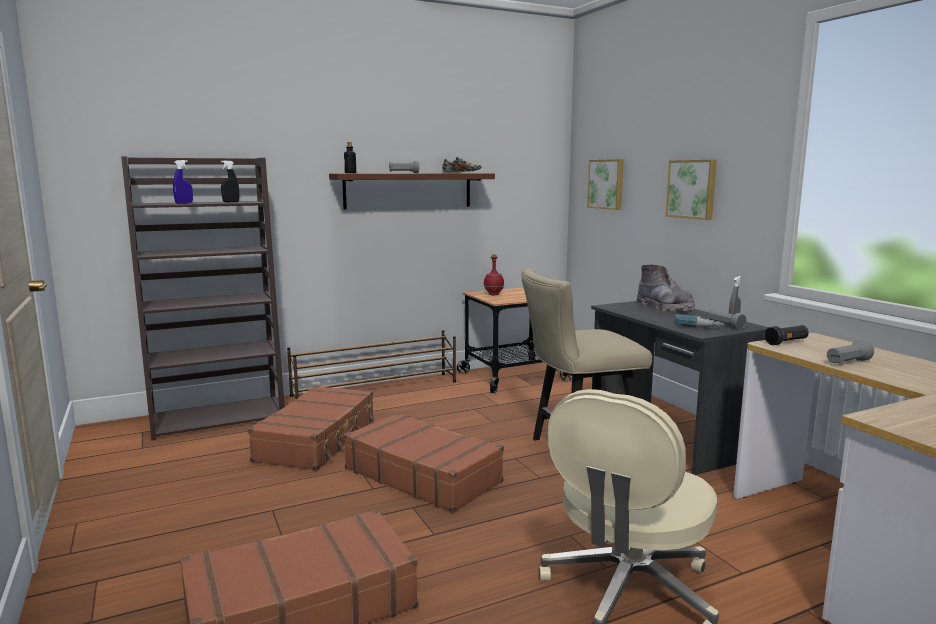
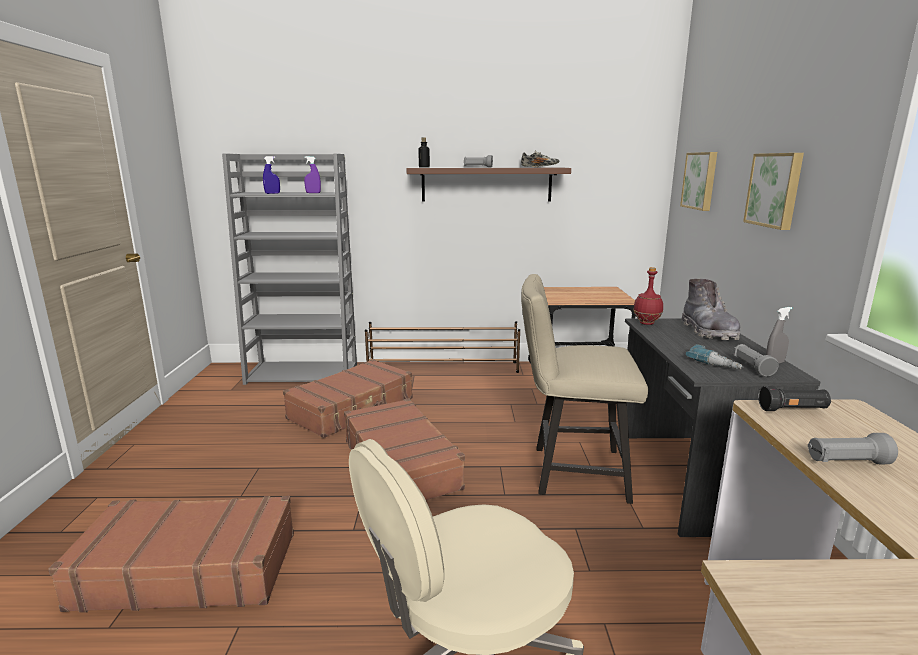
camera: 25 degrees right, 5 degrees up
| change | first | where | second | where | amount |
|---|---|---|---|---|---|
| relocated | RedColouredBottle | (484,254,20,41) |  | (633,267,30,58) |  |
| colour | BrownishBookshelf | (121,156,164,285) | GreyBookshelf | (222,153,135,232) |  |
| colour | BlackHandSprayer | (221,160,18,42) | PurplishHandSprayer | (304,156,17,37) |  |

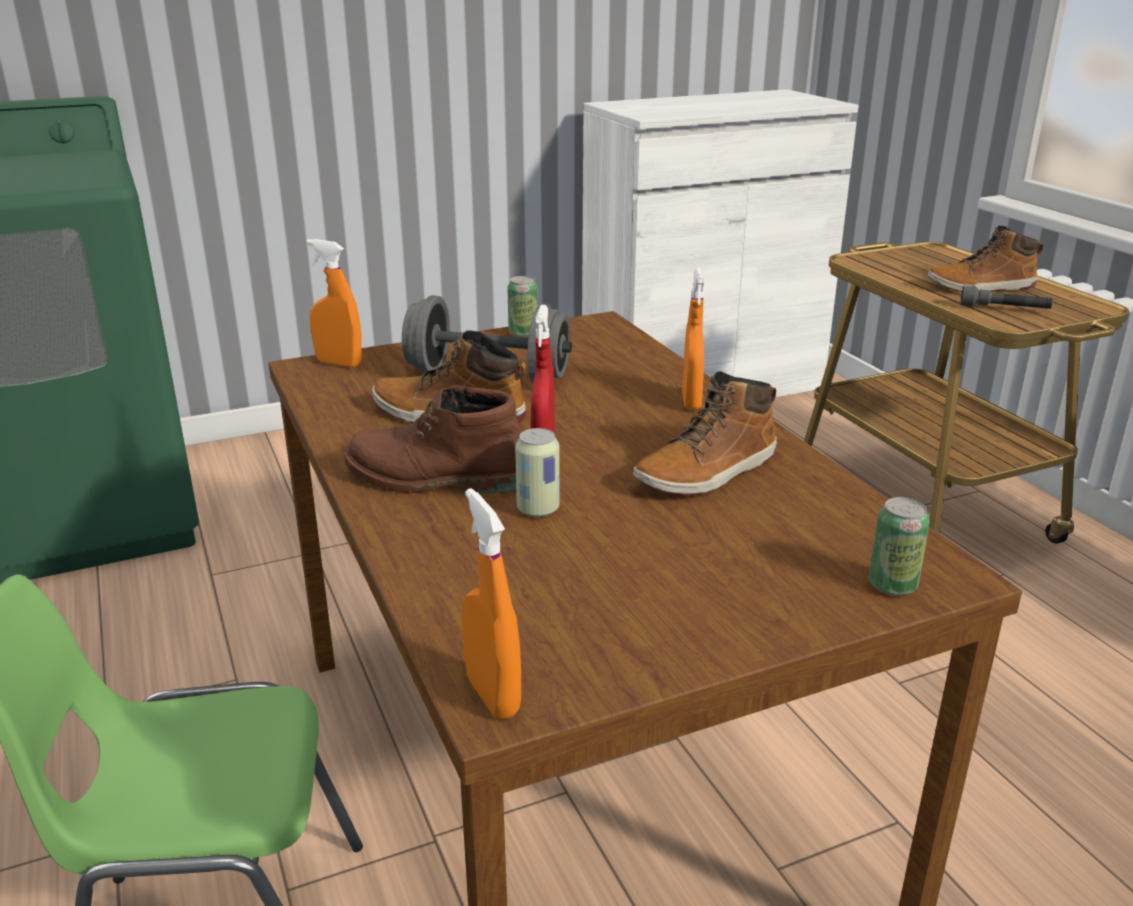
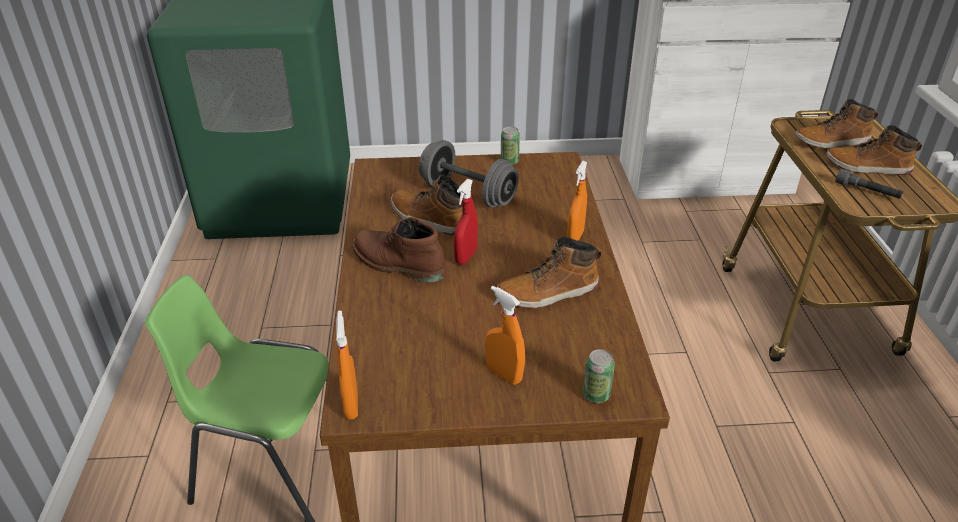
camera: 20 degrees right, 10 degrees up
| change | first | where | second | where | amount |
|---|---|---|---|---|---|
| missing | Can | (515,428,45,89) |  |  |  |
| appeared |  |  | TallBoot | (796,99,82,50) |  |
| relocated | OrangeyHandSprayer | (307,239,55,128) |  | (485,286,40,99) |  |

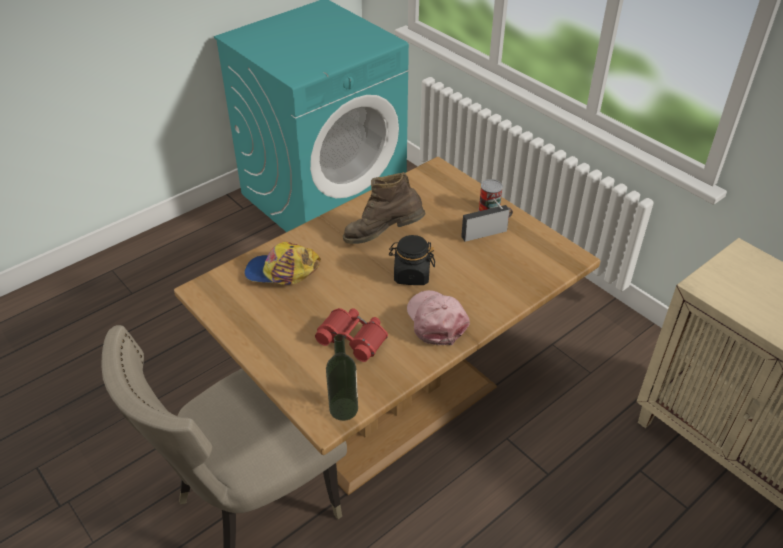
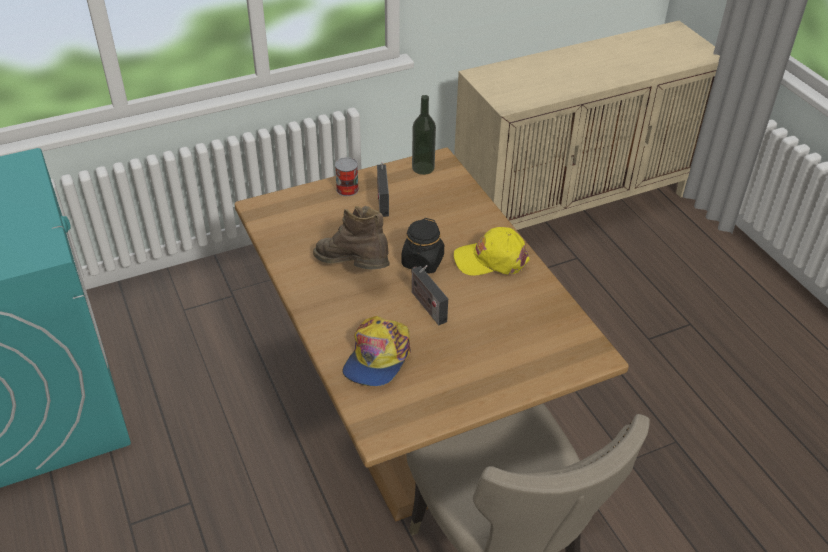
camera: 75 degrees left, 0 degrees up
| change | first | where | second | where | amount |
|---|---|---|---|---|---|
| missing | RedColouredFieldGlasses | (315,308,73,54) |  |  |  |
| appeared |  |  | RadioReceiver | (411,265,37,60) |  |
| relocated | Bottle | (326,334,32,87) |  | (412,95,24,80) |  |
| colour | PinkishCap | (407,290,63,55) | YellowishCap | (454,227,76,48) |  |
| spun | BrownishTallBoot | (343,172,83,72) |  | (313,206,76,64) | 120 degrees clockwise |

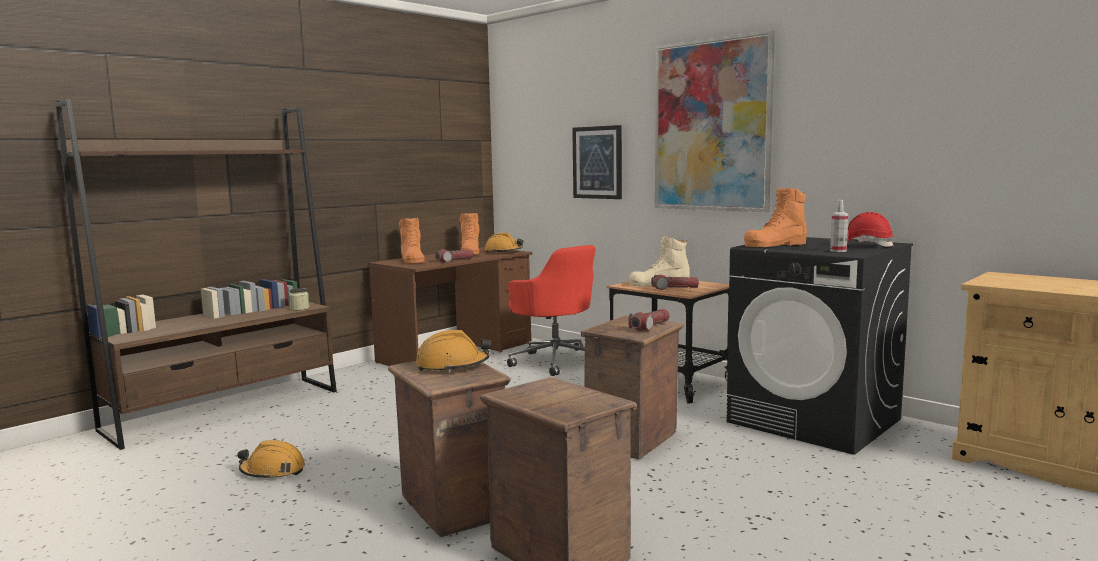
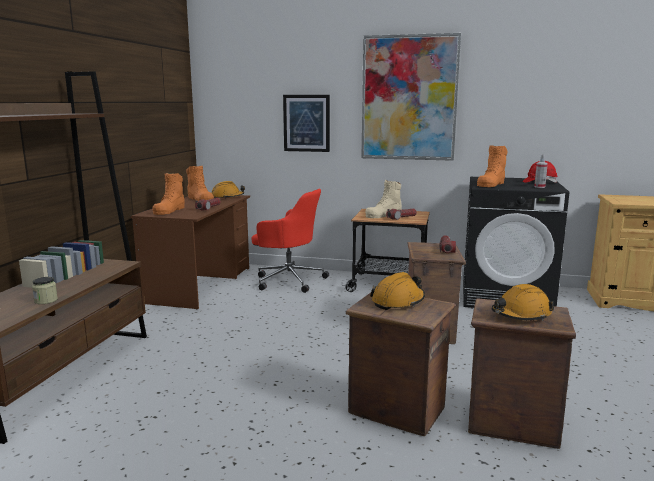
camera: 30 degrees left, 5 degrees up
| change | first | where | second | where | amount |
|---|---|---|---|---|---|
| relocated | OrangeyWorkHelmet | (237,440,68,40) |  | (491,284,63,37) |  |
| relocated | StorageJar | (289,288,20,22) |  | (32,277,26,27) |  |
| spun | OrangeyTallBoot | (399,218,26,45) |  | (152,173,33,42) | 60 degrees clockwise |

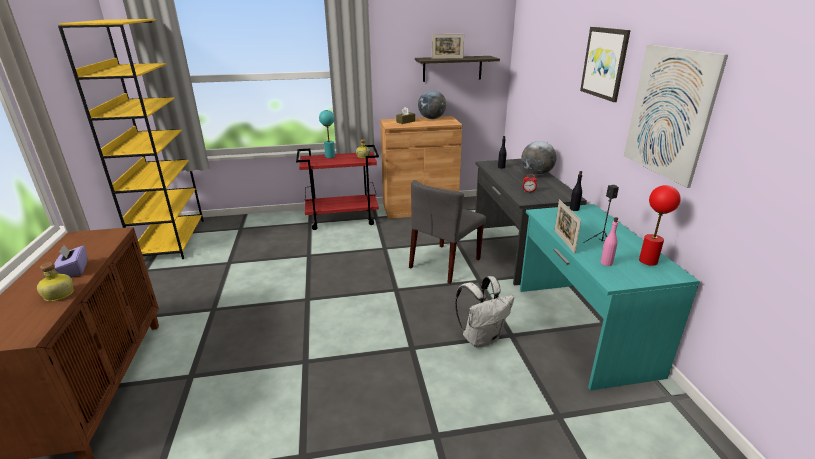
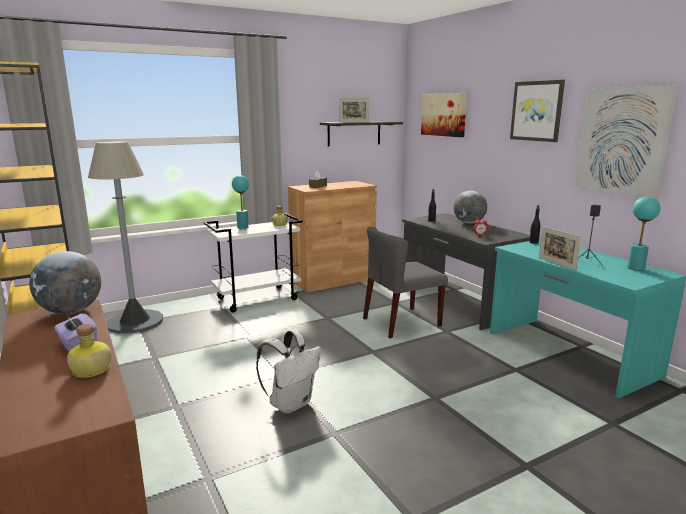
camera: 20 degrees left, 10 degrees down
| change | first | where | second | where | amount |
|---|---|---|---|---|---|
| missing | PinkishBottle | (601,217,17,49) |  |  |  |
| appeared |  |  | GreyStandardLamp | (88,141,75,193) |  |
| appeared |  |  | WallArt | (421,93,46,44) |  |
| relocated | Globe | (418,90,28,29) |  | (29,251,72,63) |  |
| relocated | WhiteKnapsack | (455,276,59,72) |  | (256,330,65,84) |  |
| colour | RedColouredTrolley | (296,145,83,85) | WhiteTrolley | (204,213,99,99) |  |
| colour | RedColouredTableLamp | (639,185,42,81) | TurquoiseColouredTableLamp | (627,197,33,74) |  |
| spun | GreyPlainChair | (409,180,77,104) |  | (363,227,85,111) | 45 degrees clockwise |

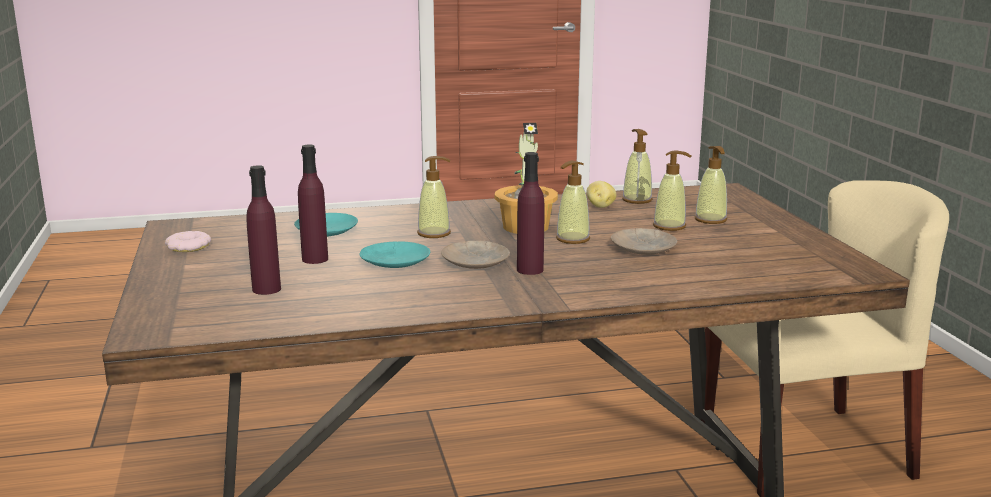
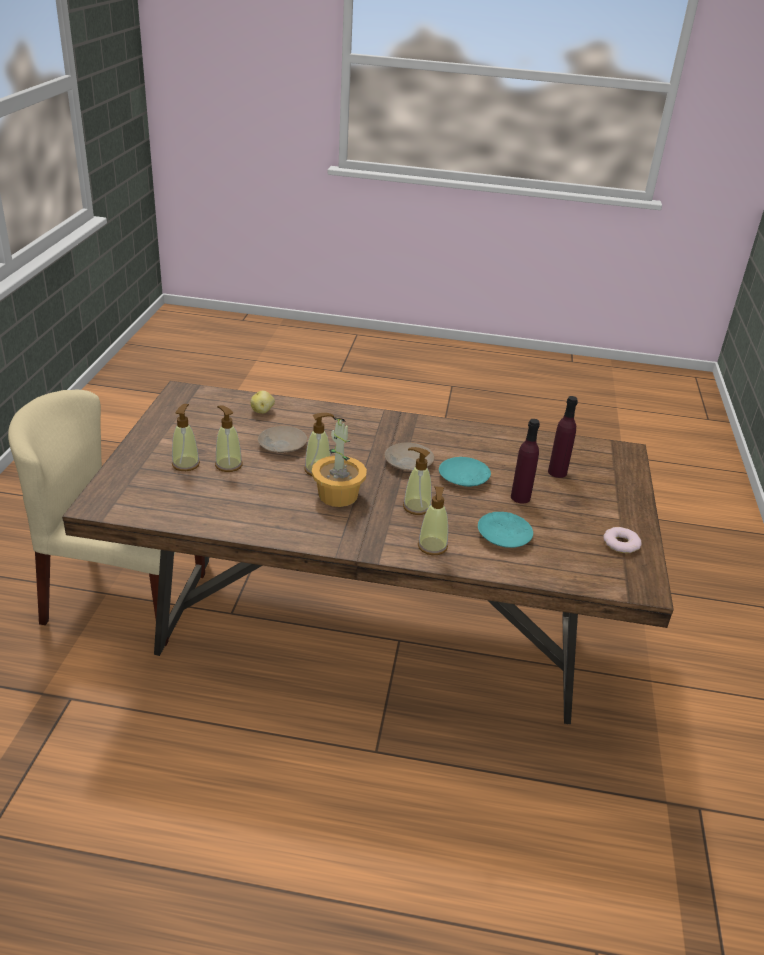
camera: 160 degrees left, 15 degrees up
| change | first | where | second | where | amount |
|---|---|---|---|---|---|
| missing | PurplishBottle | (517,152,28,123) |  |  |  |
| relocated | WholePotato | (586,181,30,27) |  | (251,391,24,23) |  |
| relocated | LiquidSoapBottle | (622,129,31,75) |  | (418,486,30,69) |  |

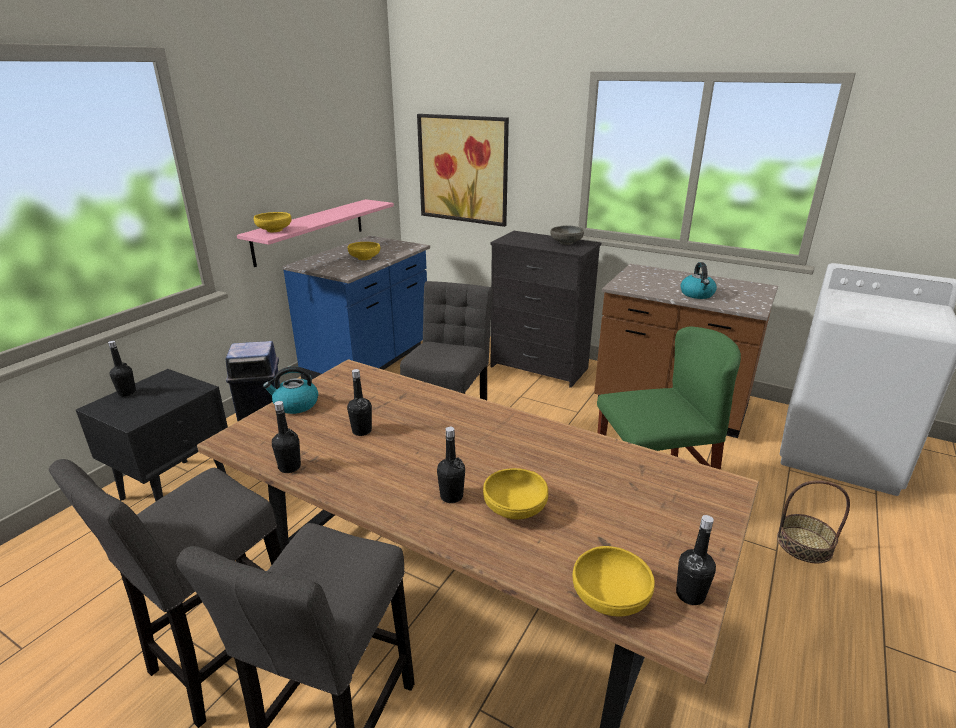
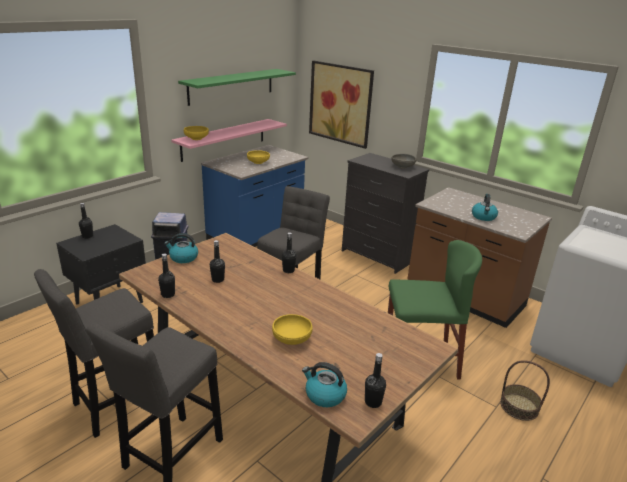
camera: 10 degrees right, 0 degrees up
| change | first | where | second | where | amount |
|---|---|---|---|---|---|
| appeared |  |  | GreenishShelf | (178,69,118,37) |  |
| relocated | BlackBottle | (437,427,28,76) |  | (282,232,14,41) |  |
| exchanged | YellowishDeepDish | (572,546,83,70) | Kettle | (302,362,45,45) |  |

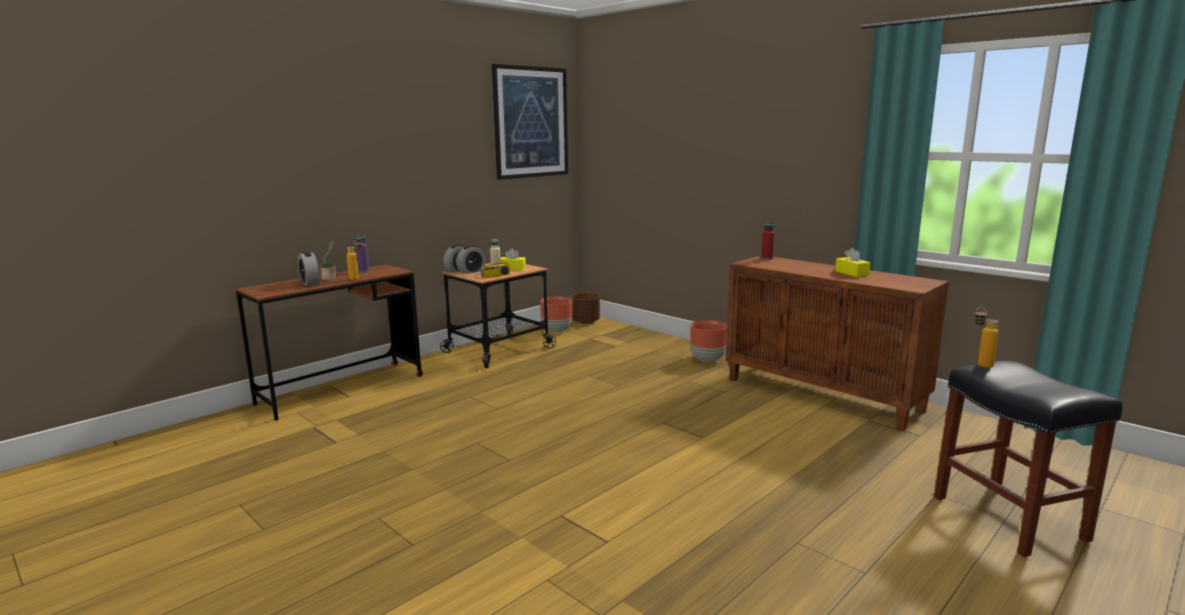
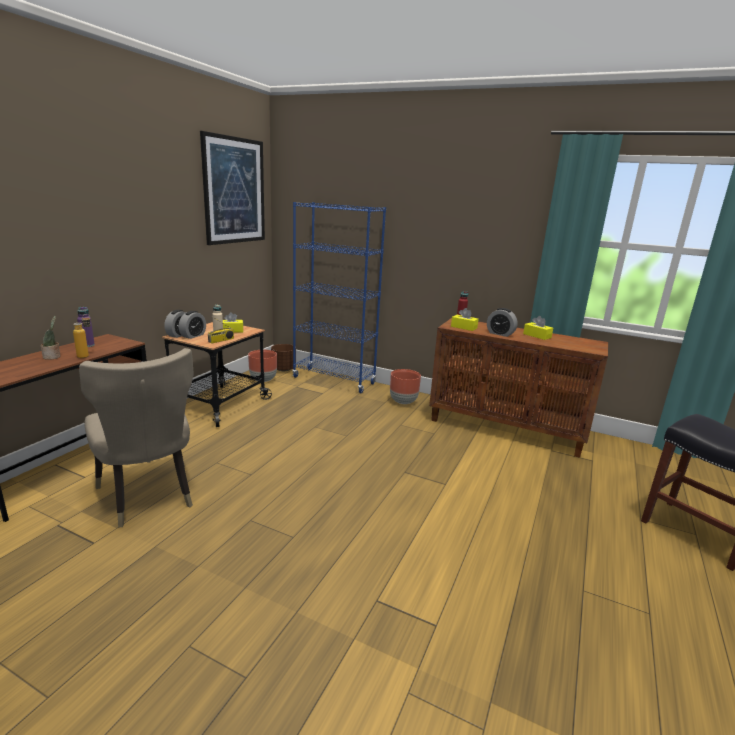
camera: 20 degrees left, 5 degrees up
| change | first | where | second | where | amount |
|---|---|---|---|---|---|
| missing | Bottle | (975,307,24,61) |  |  |  |
| appeared |  |  | SandColouredPlainChair | (79,348,115,179) |  |
| appeared |  |  | BlueColouredBookshelf | (292,202,94,191) |  |
| appeared |  |  | YellowishTissueHolder | (451,308,28,23) |  |
| relocated | AlarmClock | (298,251,22,35) |  | (487,308,31,29) |  |

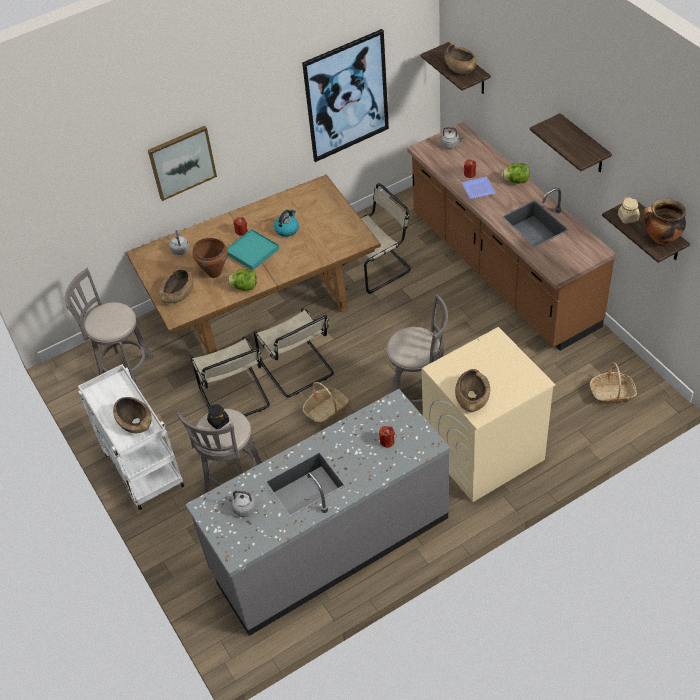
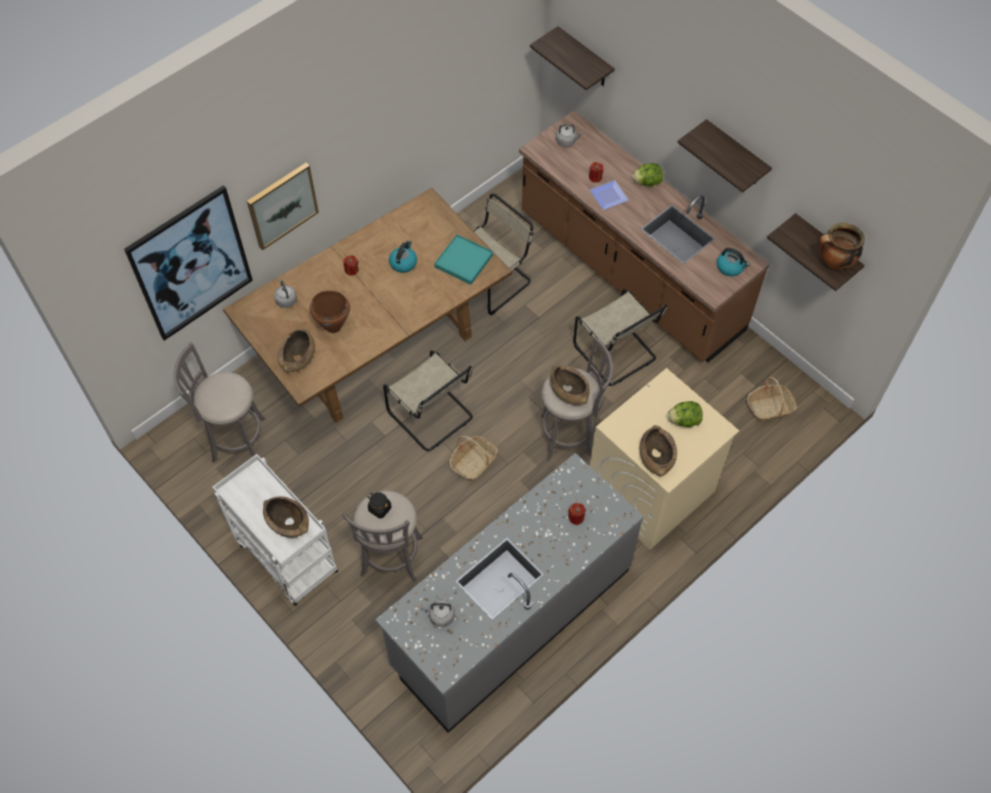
camera: 15 degrees left, 10 degrees up
| change | first | where | second | where | amount |
|---|---|---|---|---|---|
| missing | SandColouredStorageJar | (618,197,22,27) |  |  |  |
| appeared |  |  | Kettle | (717,248,33,28) |  |
| relocated | SandColouredPlainChair | (191,337,79,80) |  | (573,289,95,97) |  |
| relocated | TurquoiseColouredTray | (227,229,52,42) |  | (434,234,59,51) |  |
| relocated | LettuceHead | (228,269,29,22) |  | (667,401,36,26) |  |
| relocated | WallArt | (302,29,87,133) |  | (124,185,129,156) |  |
| relocated | BrownishDeepDish | (444,44,33,30) |  | (550,365,40,40) |  |

